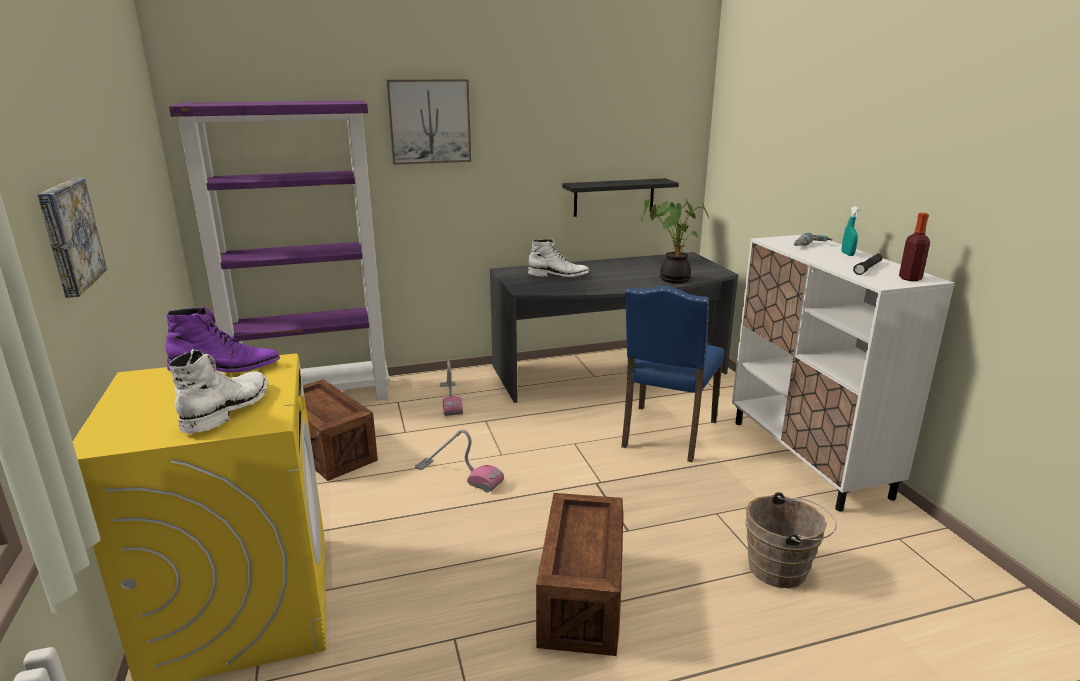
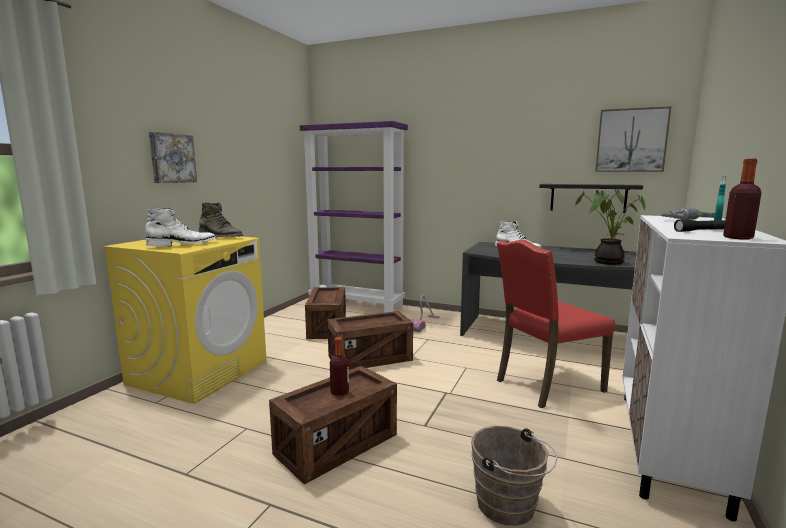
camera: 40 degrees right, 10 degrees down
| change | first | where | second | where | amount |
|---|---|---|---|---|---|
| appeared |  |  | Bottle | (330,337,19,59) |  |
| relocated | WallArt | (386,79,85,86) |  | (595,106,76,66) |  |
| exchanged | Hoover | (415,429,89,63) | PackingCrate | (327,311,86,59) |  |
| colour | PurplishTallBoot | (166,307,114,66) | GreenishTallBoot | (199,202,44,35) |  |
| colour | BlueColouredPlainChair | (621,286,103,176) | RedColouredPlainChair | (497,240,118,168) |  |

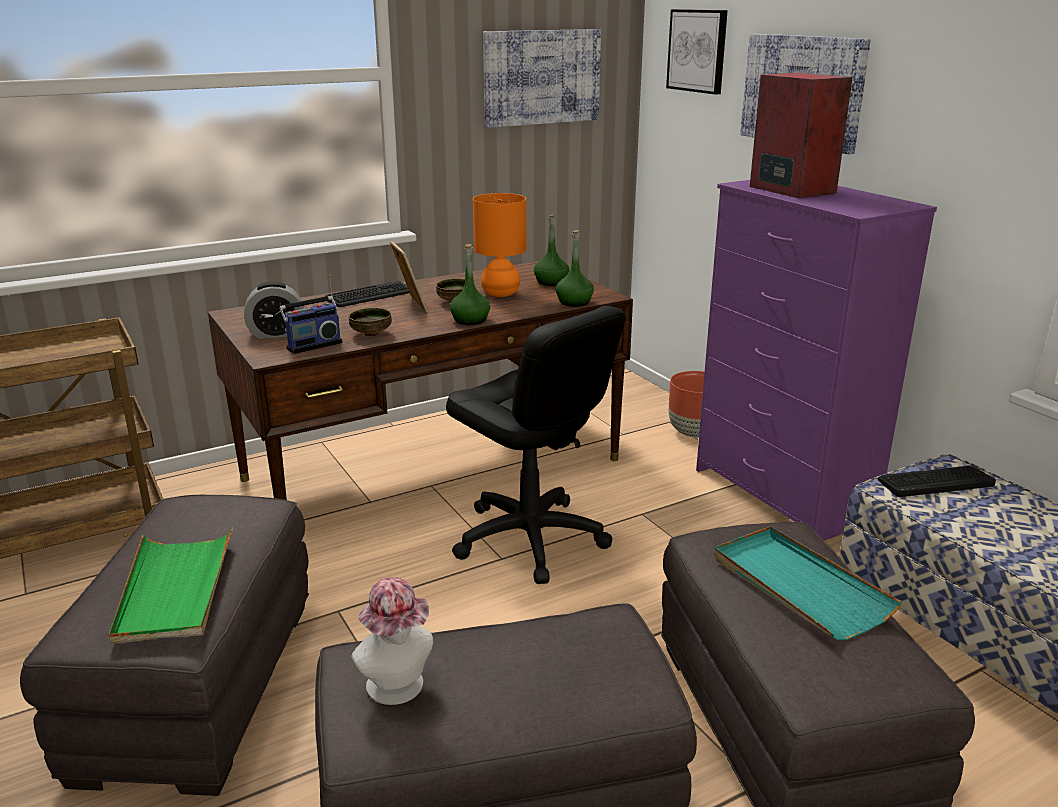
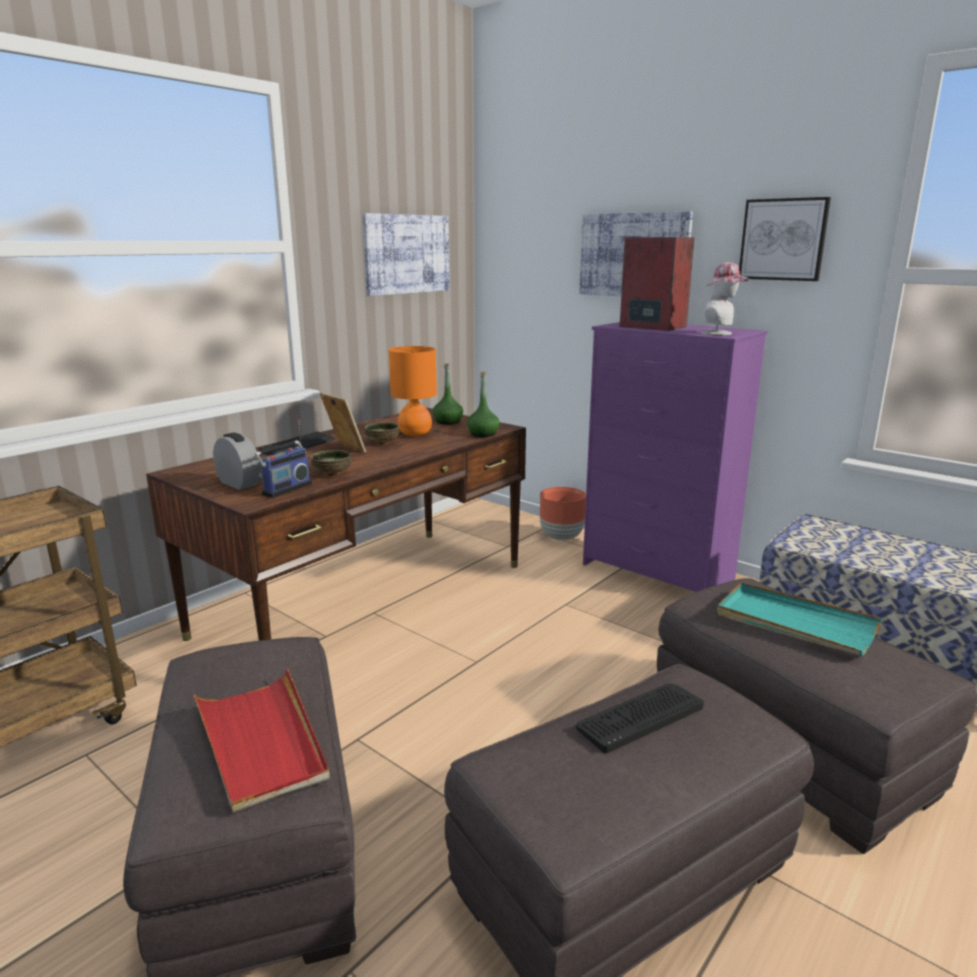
camera: 20 degrees left, 5 degrees down
| change | first | where | second | where | amount |
|---|---|---|---|---|---|
| missing | BlackComputerChair | (446,306,180,278) |  |  |  |
| missing | GreenishBottle | (450,244,40,81) |  |  |  |
| relocated | WearableHat | (351,577,82,128) |  | (701,262,48,73) |  |
| relocated | WallArt | (666,9,62,86) |  | (739,197,92,84) |  |
| relocated | ComputerKeyboard | (878,466,118,31) |  | (576,683,128,70) |  |
| colour | GreenishTray | (109,527,124,117) | RedColouredTray | (193,668,137,145) |  |
| spun | AlarmClock | (244,282,60,57) |  | (213,433,48,57) | 105 degrees counterclockwise |

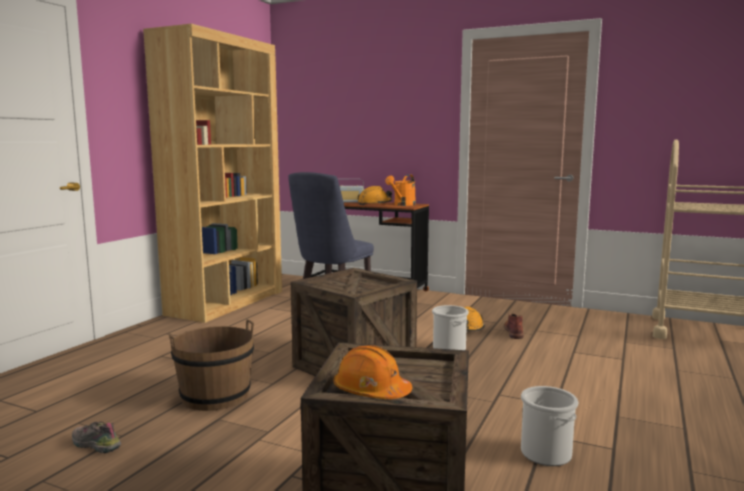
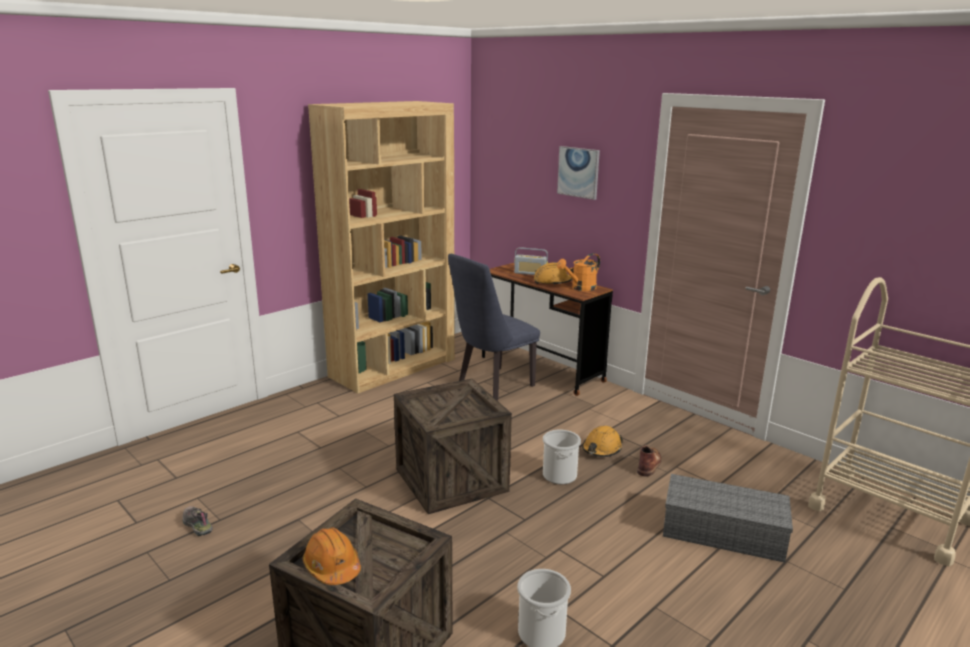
camera: 20 degrees right, 10 degrees up
| change | first | where | second | where | amount |
|---|---|---|---|---|---|
| missing | BrownishPail | (169,319,85,92) |  |  |  |
| appeared |  |  | WallArt | (557,146,43,54) |  |
| appeared |  |  | GreyStorageBox | (663,474,130,89) |  |

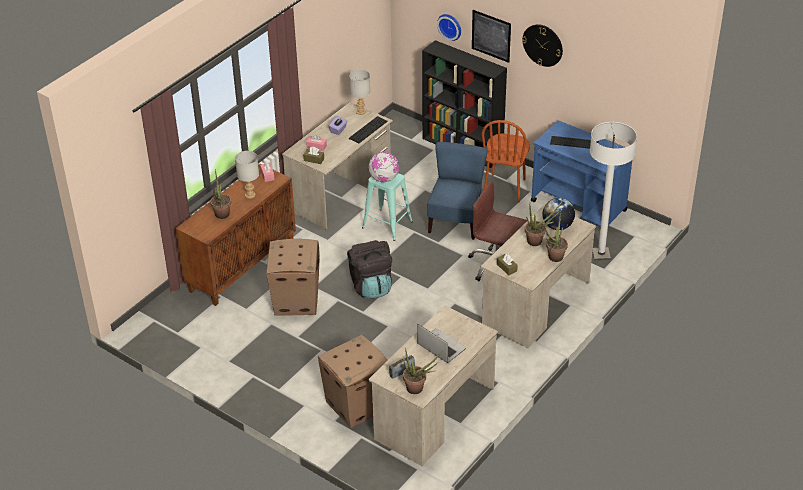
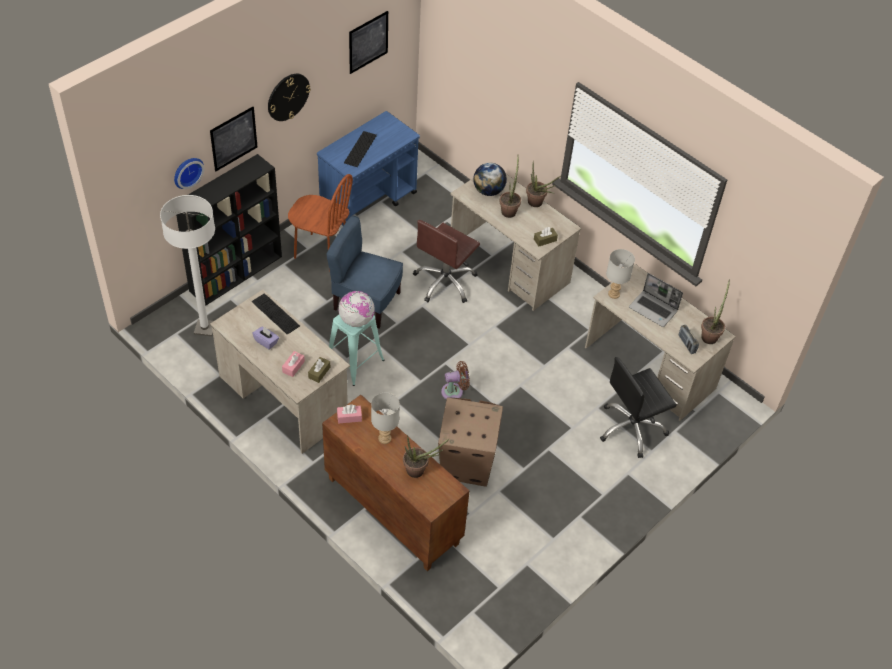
camera: 85 degrees left, 10 degrees up
| change | first | where | second | where | amount |
|---|---|---|---|---|---|
| appeared |  |  | WallArt | (349,11,39,63) |  |
| relocated | GreyTableLamp | (349,70,21,45) |  | (606,249,29,50) |  |
| relocated | WhiteStandardLamp | (590,122,47,138) |  | (160,195,55,141) |  |
| exchanged | CardboardBox | (318,335,70,93) | BlackComputerChair | (600,357,77,101) |  |
| exchanged | BlackKnapsack | (347,240,45,58) | BrownishElectricFan | (441,361,29,39) |  |
| spun | Laptop | (417,324,49,39) |  | (629,273,54,54) | 105 degrees counterclockwise |

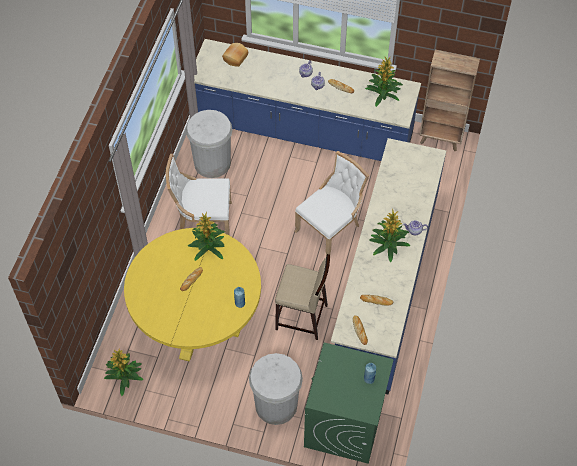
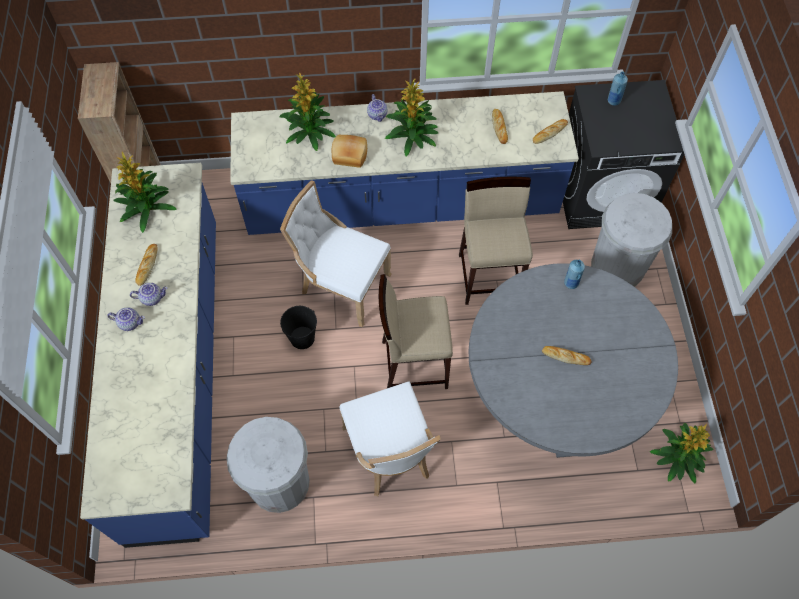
camera: 110 degrees left, 5 degrees up
| change | first | where | second | where | amount |
|---|---|---|---|---|---|
| appeared |  |  | BlackPail | (280,306,37,43) |  |
| appeared |  |  | SandColouredSittingStool | (379,274,74,115) |  |
| relocated | Houseplant | (188,212,37,49) |  | (279,72,57,79) |  |
| relocated | BakeryBread | (222,43,26,24) |  | (332,135,35,33) |  |
| colour | YellowishDinnerTable | (124,228,137,134) | GreyDinnerTable | (469,263,209,195) |  |
| colour | GreenishWashingMachine | (304,343,90,121) | BlackWashingMachine | (563,80,122,149) |  |

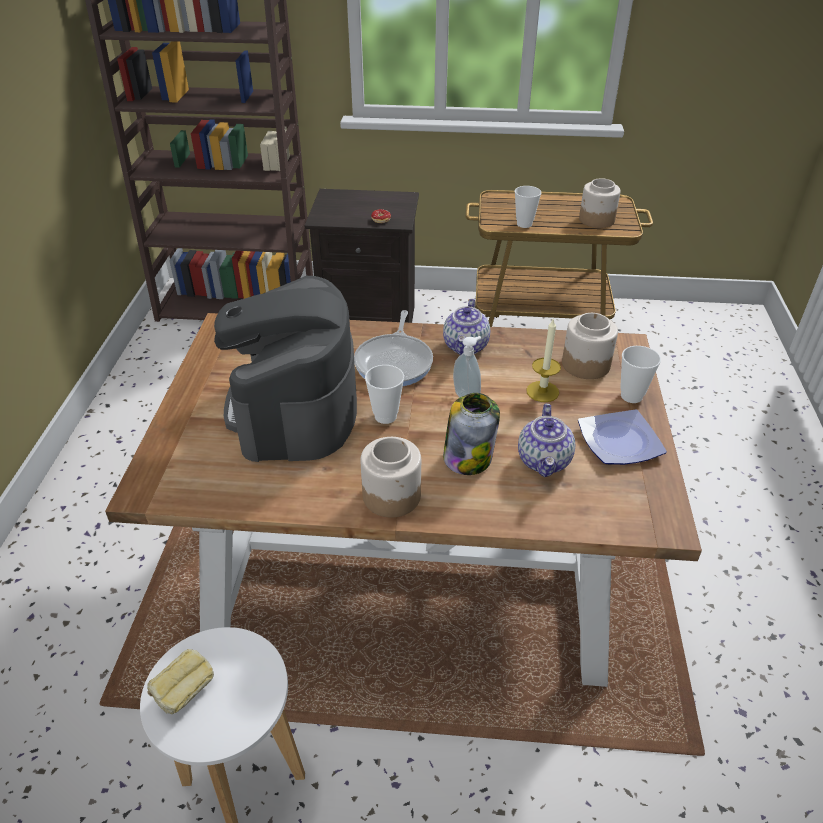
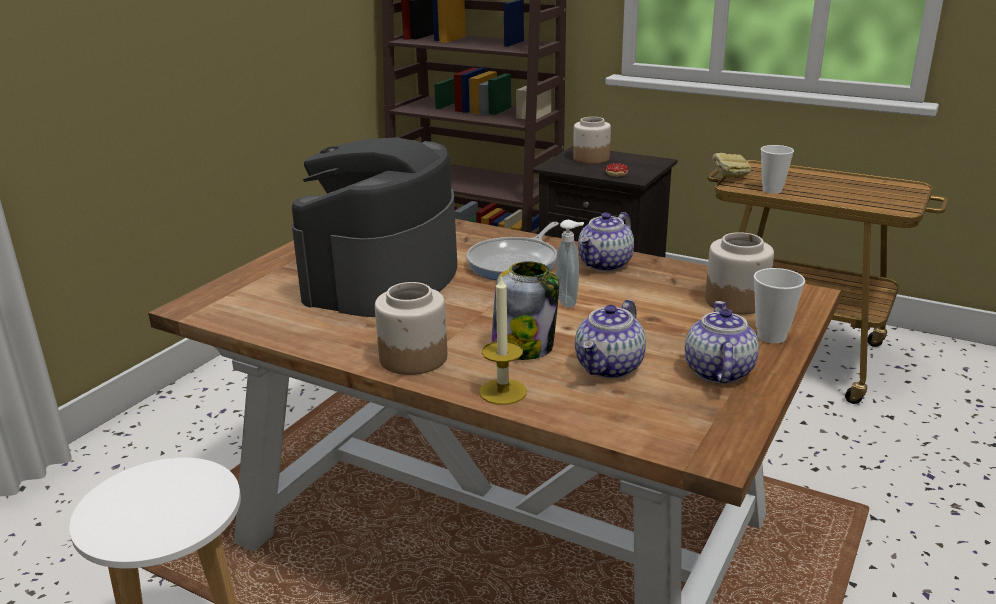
camera: 25 degrees right, 15 degrees down
| change | first | where | second | where | amount |
|---|---|---|---|---|---|
| missing | Cup | (365,365,39,59) |  |  |  |
| relocated | BakeryBread | (147,649,67,65) |  | (712,153,39,25) |  |
| relocated | WaxCandle | (526,318,35,84) |  | (479,277,48,128) |  |
| relocated | StorageJar | (579,178,42,50) |  | (573,117,38,47) |  |
| exchanged | FlatDish | (578,409,89,56) | Teapot | (685,301,74,83) |  |

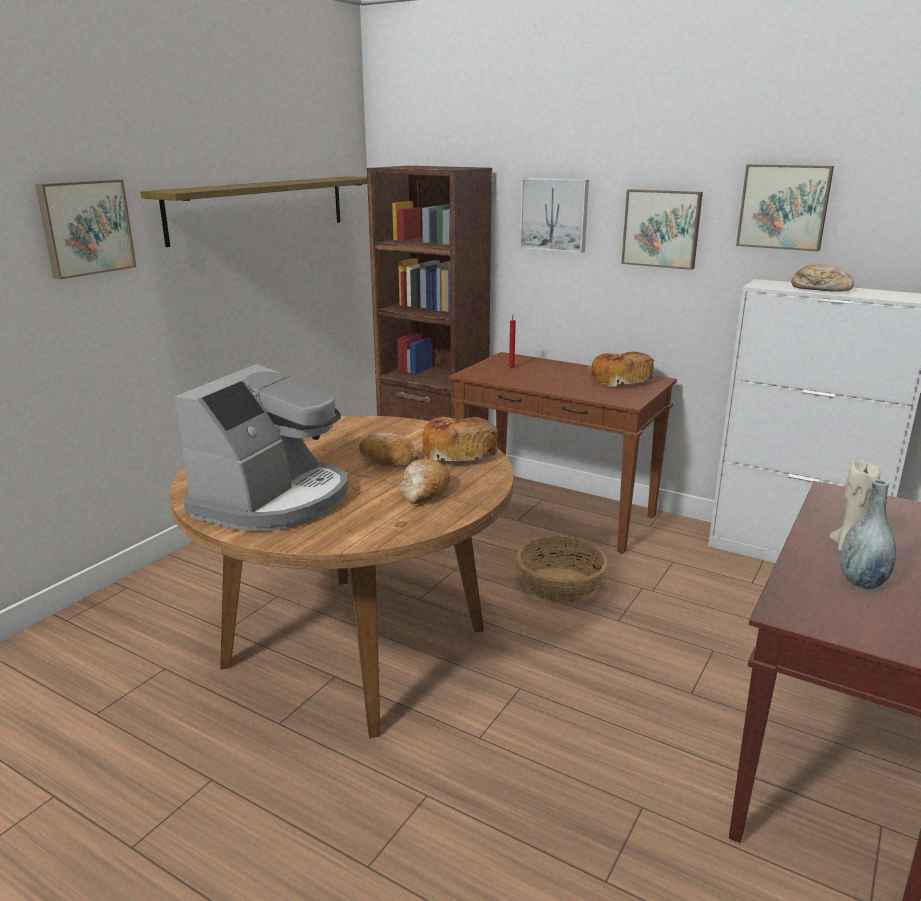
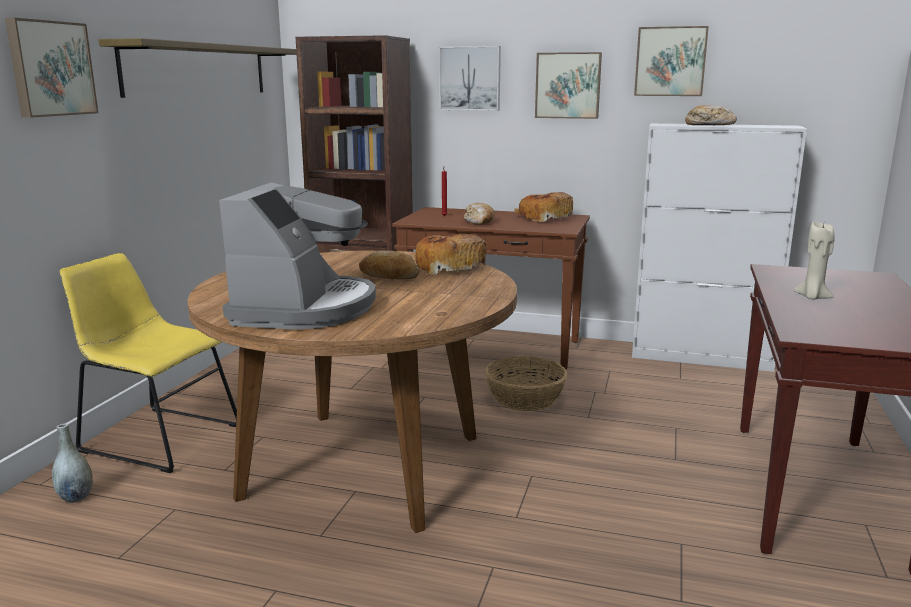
camera: 15 degrees left, 5 degrees down
| change | first | where | second | where | amount |
|---|---|---|---|---|---|
| appeared |  |  | YellowishPlainChair | (60,253,177,220) |  |
| relocated | BakeryBread | (400,459,50,45) |  | (464,203,31,21) |  |
| relocated | GreyVase | (840,479,56,110) |  | (52,423,41,80) |  |

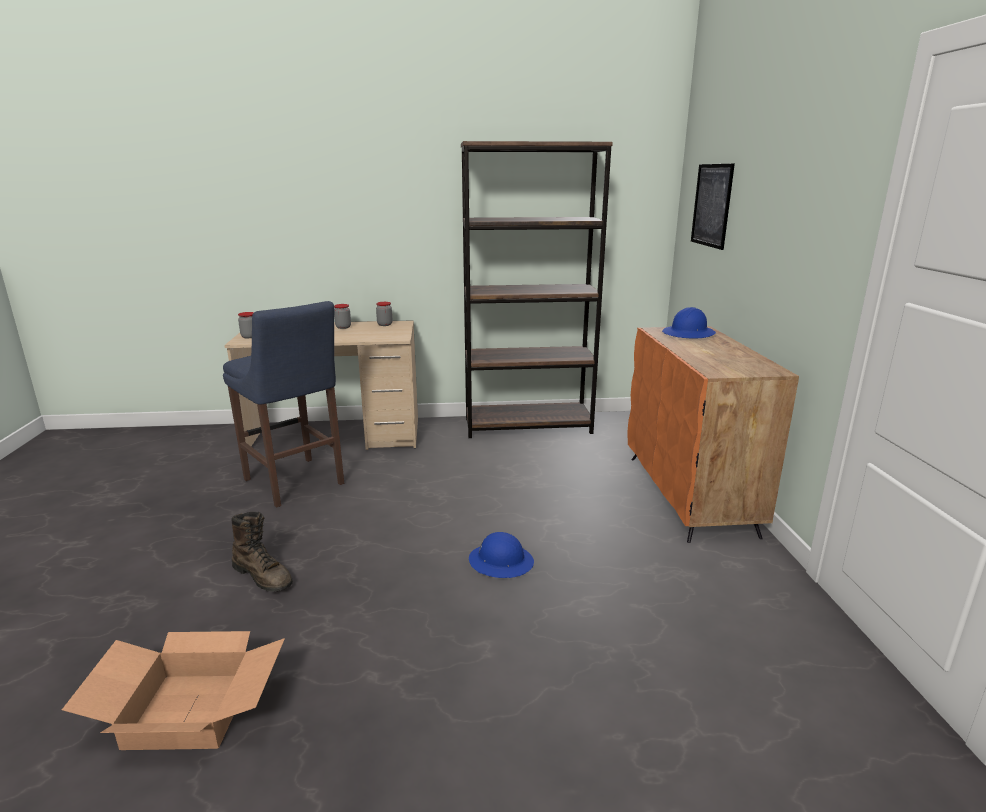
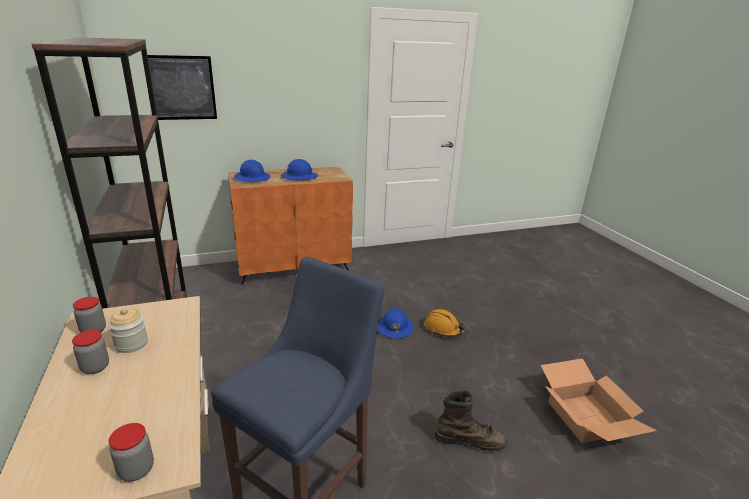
camera: 105 degrees left, 5 degrees up
| change | first | where | second | where | amount |
|---|---|---|---|---|---|
| appeared |  |  | StorageJar | (108,308,40,45) |  |
| appeared |  |  | BlueColouredWorkHelmet | (280,159,38,22) |  |
| appeared |  |  | OrangeyWorkHelmet | (424,309,41,28) |  |
| spun | BrownishTallBoot | (231,512,62,80) |  | (434,391,73,60) | 75 degrees clockwise |

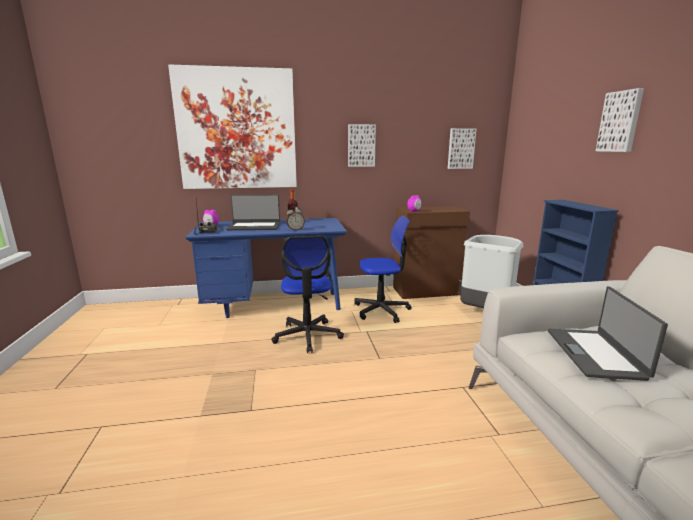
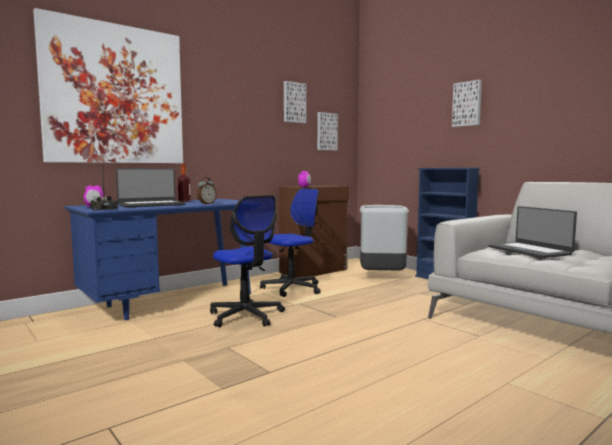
camera: 30 degrees left, 10 degrees down
| change | first | where | second | where | amount |
|---|---|---|---|---|---|
| relocated | WallArt | (348,124,28,43) |  | (284,81,22,42) |  |

